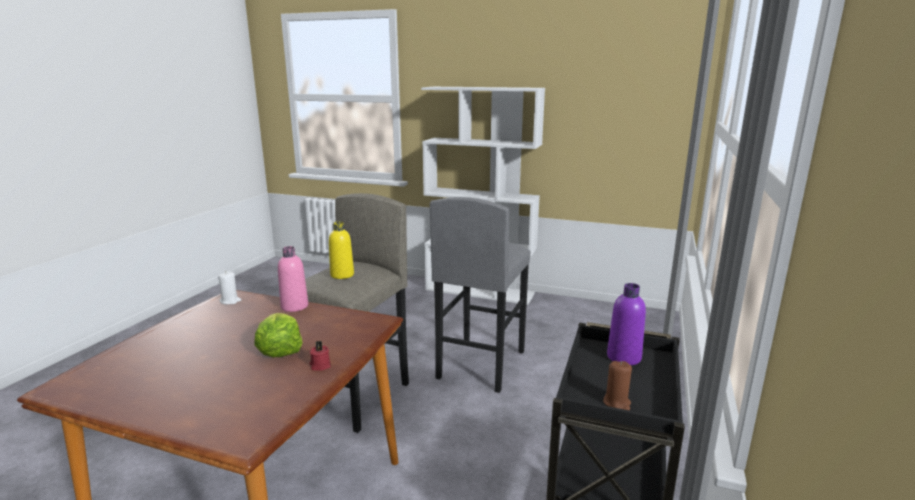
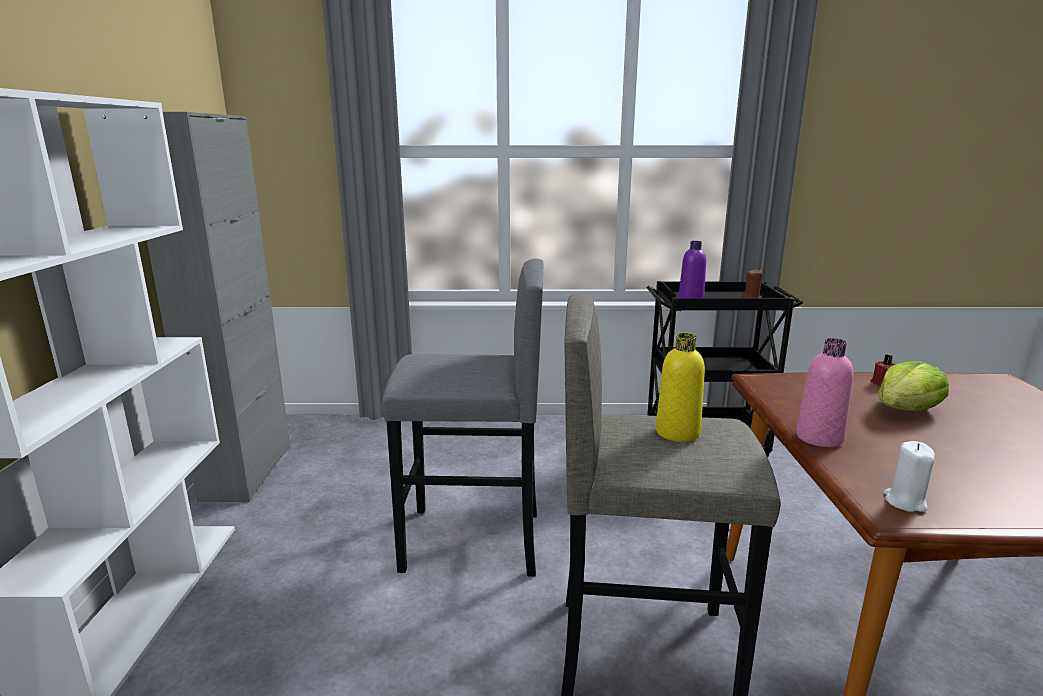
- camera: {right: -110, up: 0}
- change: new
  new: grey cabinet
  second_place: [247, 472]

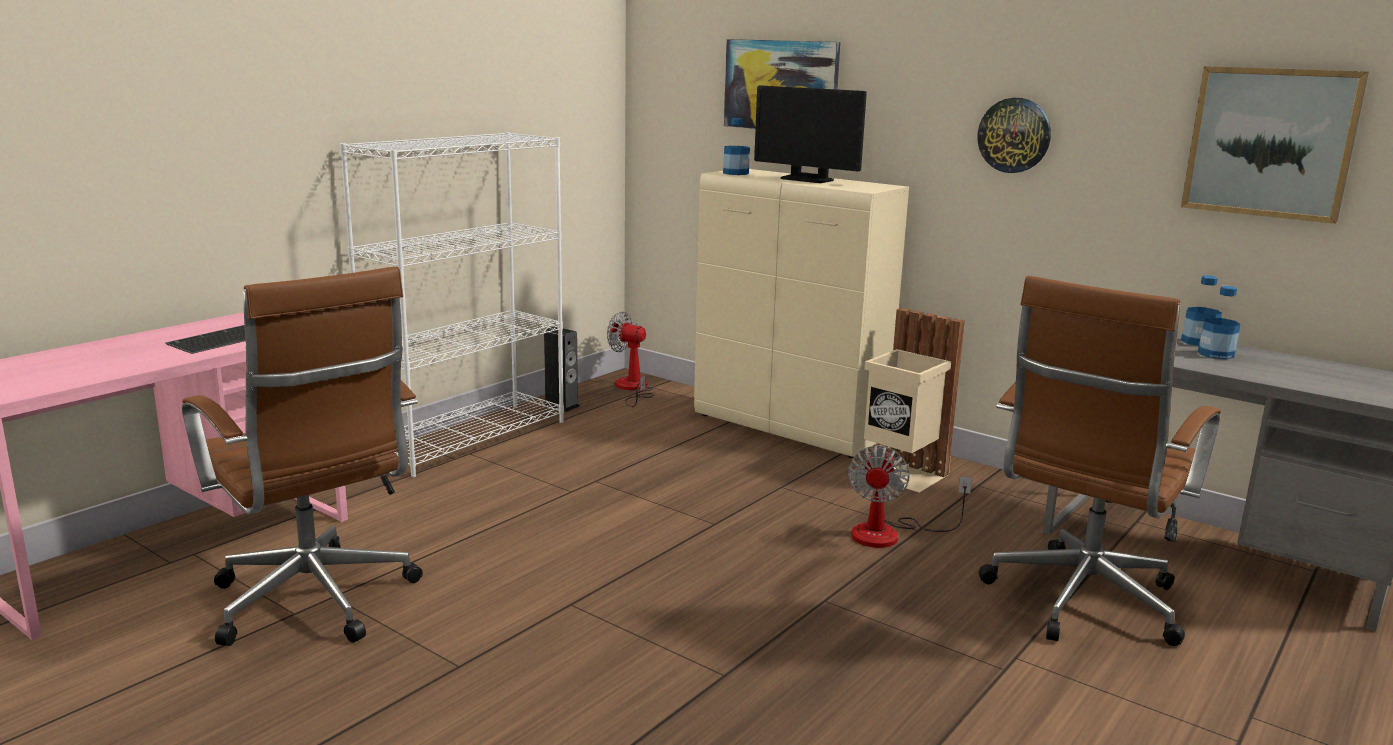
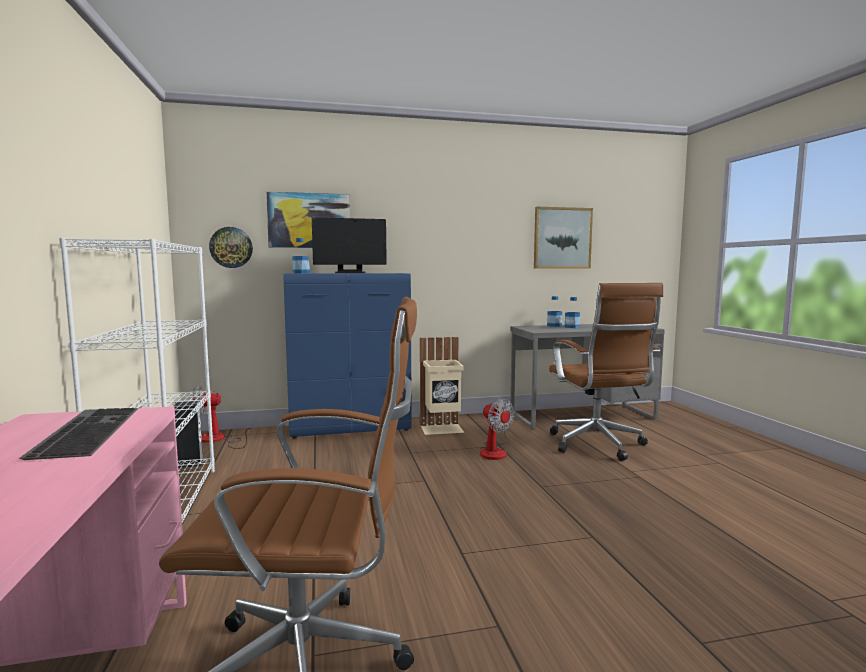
- camera: {right: -50, up: -10}
- change: shifted
  old: wall clock
  first_place: [1014, 135]
  second_place: [231, 247]
- change: repainted
  old: beige cabinet
  new: blue cabinet
  first_place: [789, 428]
  second_place: [351, 428]

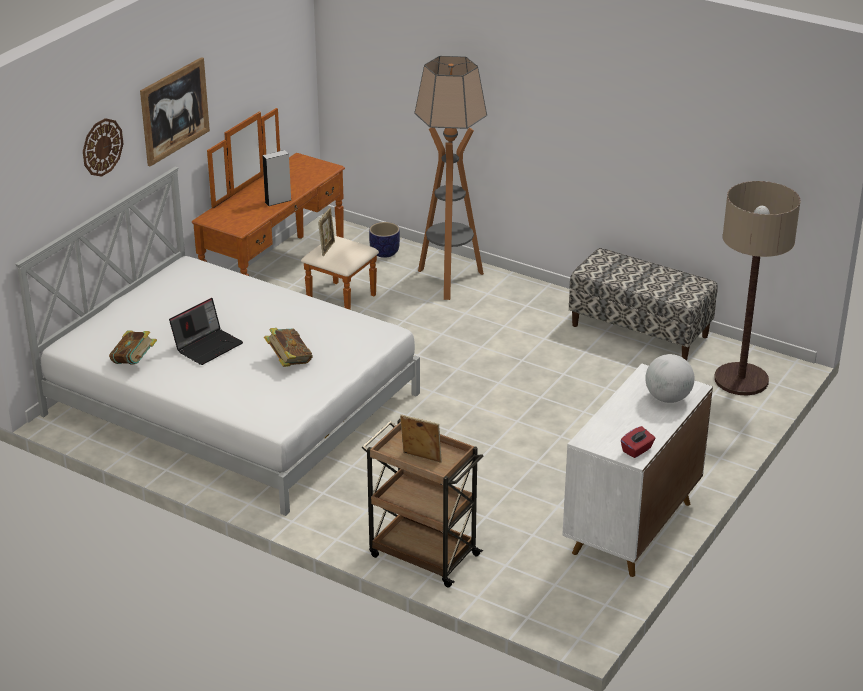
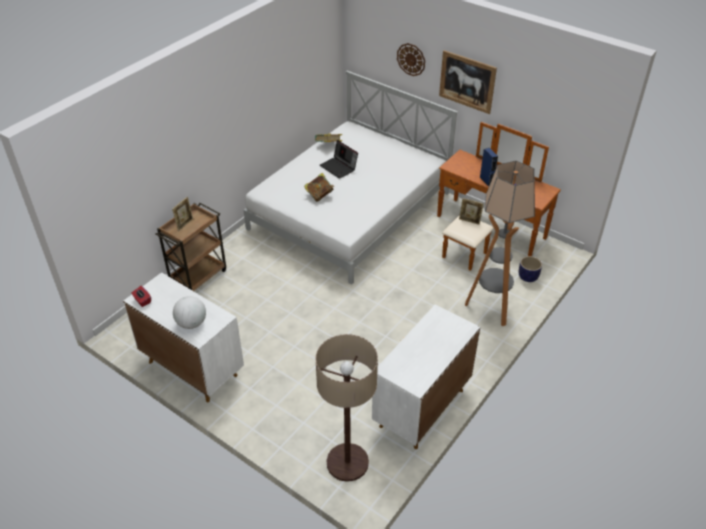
- camera: {right: 95, up: 10}
- change: swapped
  old: bench
  new: white cabinet
  first_place: [640, 331]
  second_place: [421, 408]
- change: repainted
  old: grey speaker
  new: blue speaker
  first_place: [278, 201]
  second_place: [486, 180]

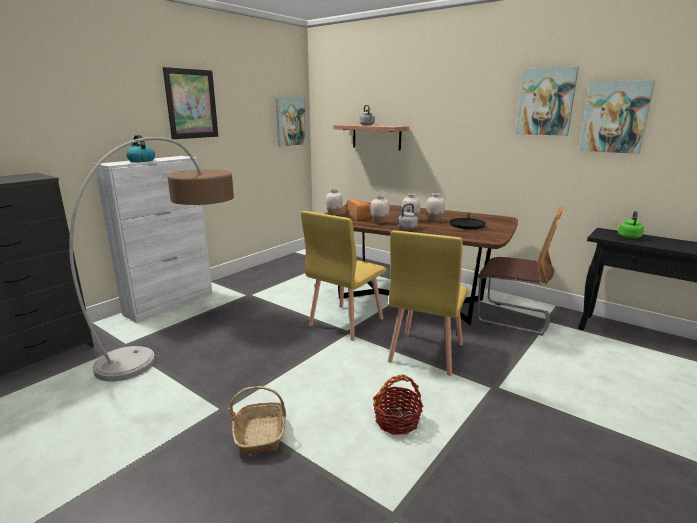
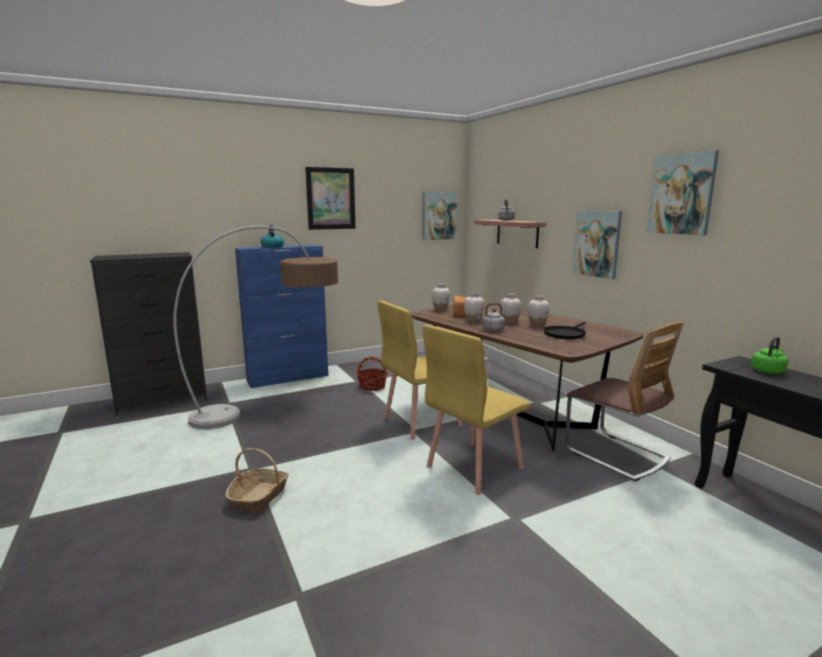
- camera: {right: 25, up: -5}
- change: shifted
  old: basket
  first_place: [397, 421]
  second_place: [372, 387]
- change: shifted
  old: picture
  first_place: [615, 117]
  second_place: [597, 243]
- change: repainted
  old: white cabinet
  new: blue cabinet
  first_place: [170, 304]
  second_place: [288, 378]

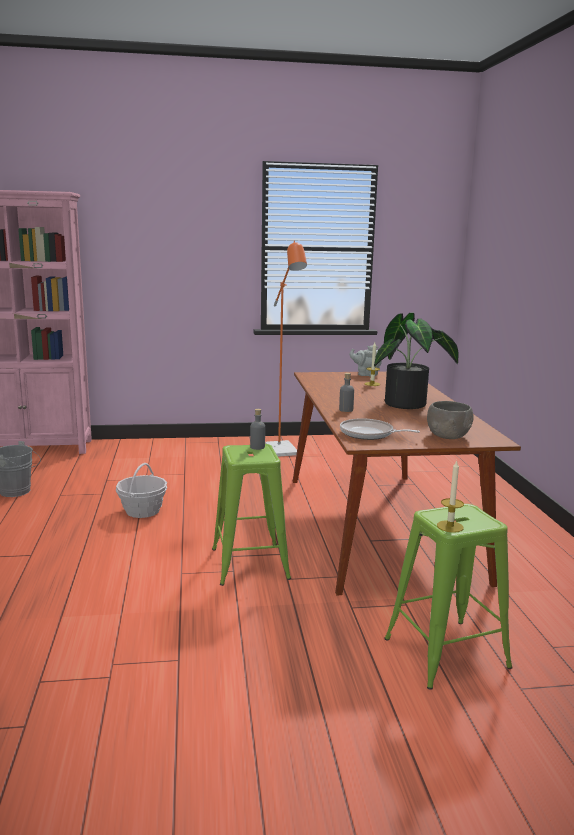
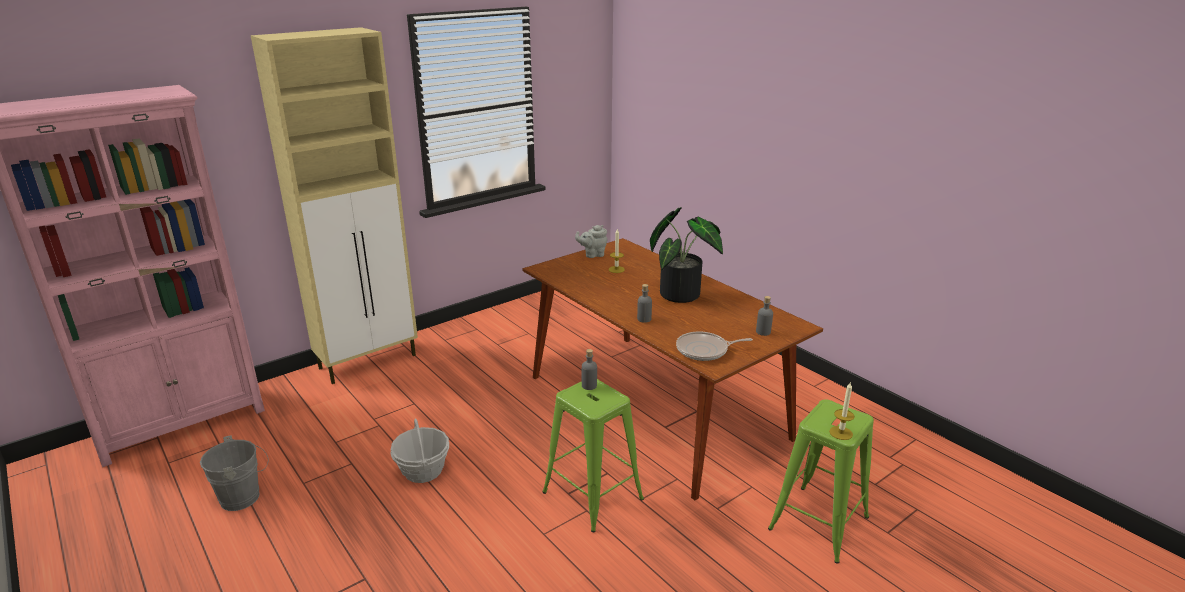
- camera: {right: -30, up: 10}
- change: gone
  old: orange floor lamp
  first_place: [284, 452]
- change: new
  new: beige cabinet
  second_place: [369, 361]
- change: swapped
  old: grey bowl
  new: grey bottle
  first_place: [448, 436]
  second_place: [763, 332]

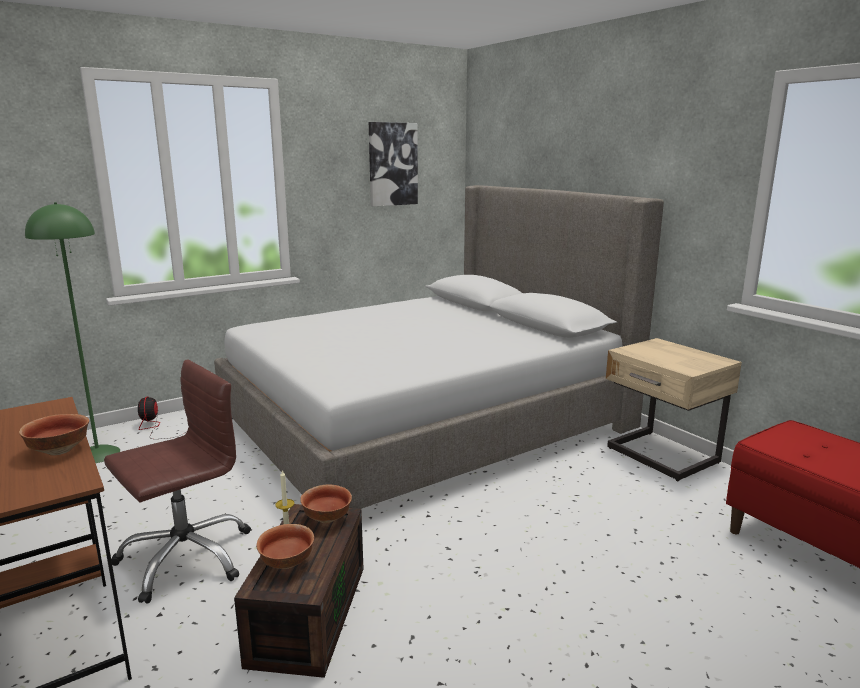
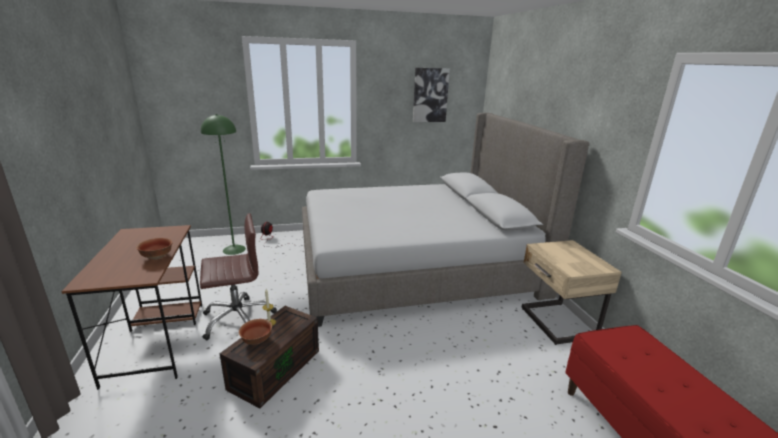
- camera: {right: 20, up: 5}
- change: gone
  old: bowl
  first_place: [328, 518]

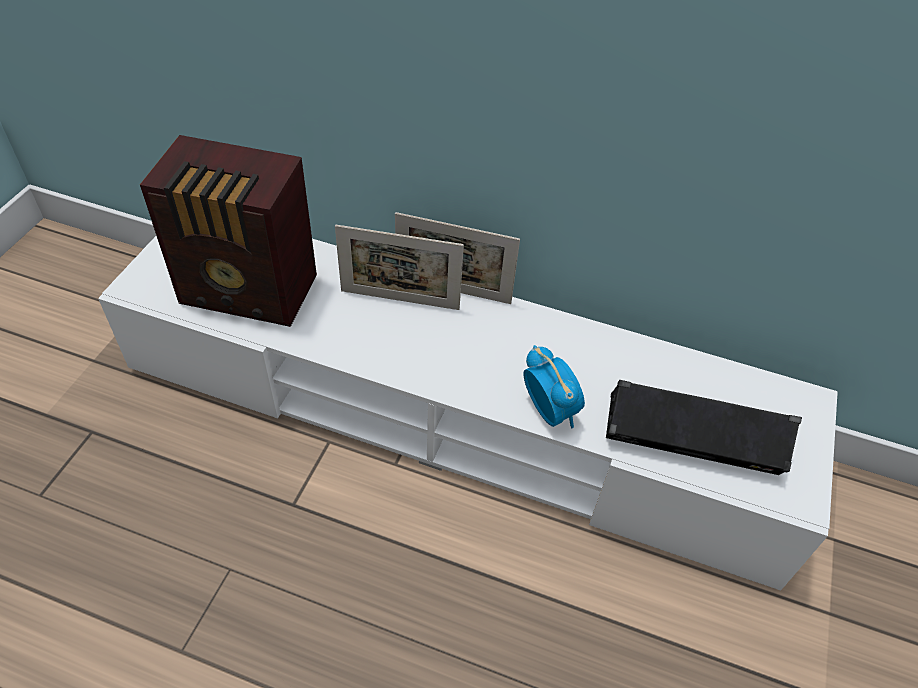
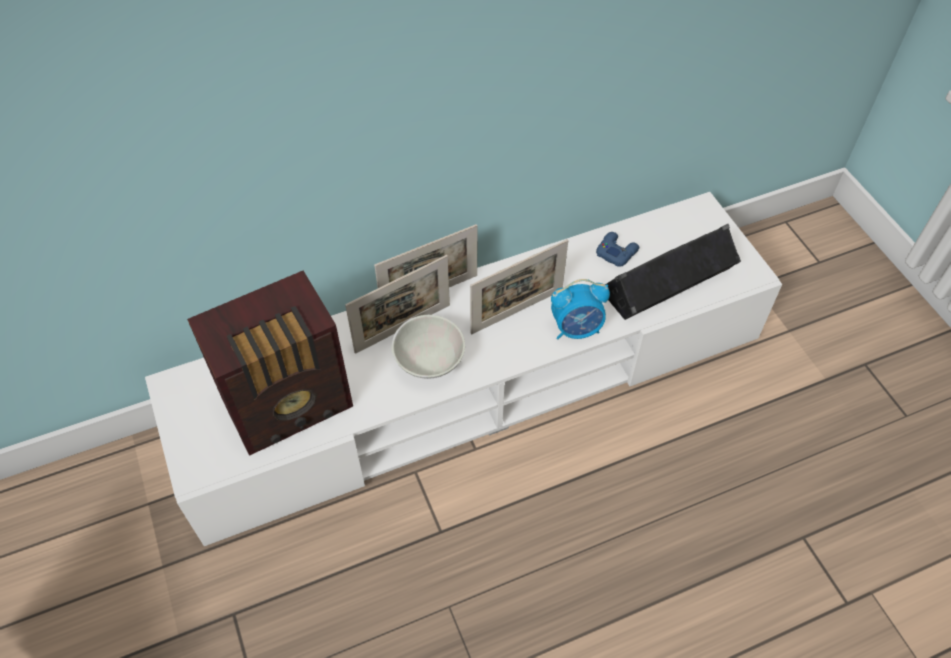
- camera: {right: -40, up: 5}
- change: new
  new: white bowl
  second_place: [431, 363]
- change: new
  new: picture frame
  second_place: [517, 311]
- change: new
  new: blue game controller
  second_place: [616, 252]
- change: rotated
  old: alarm clock
  first_place: [549, 411]
  second_place: [577, 329]
  degrees: 150

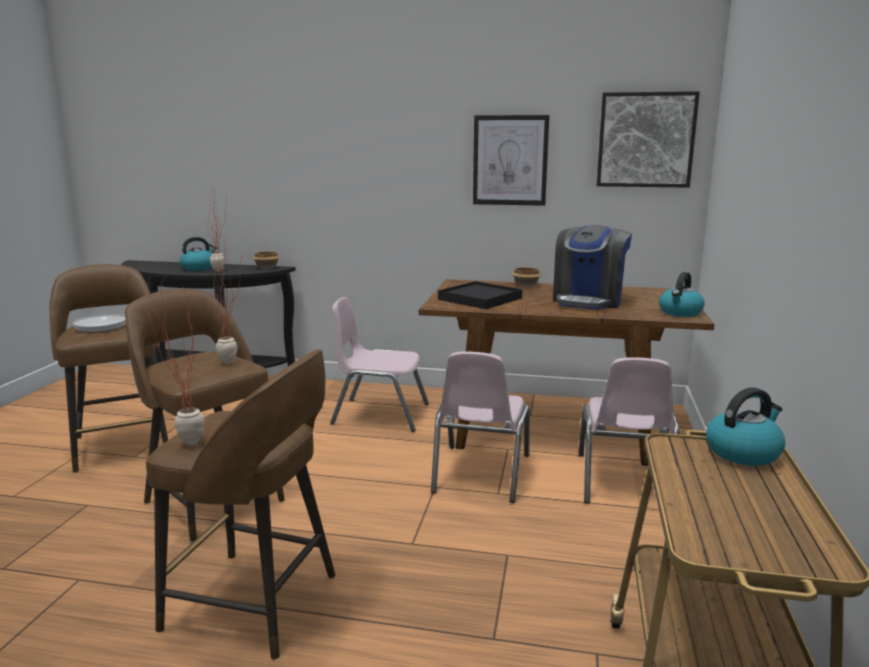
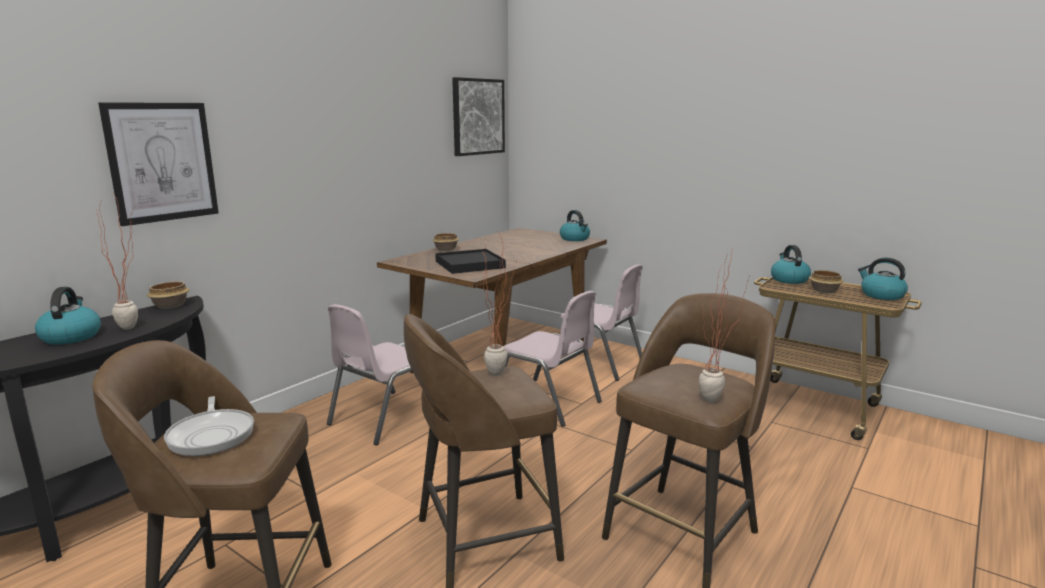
- camera: {right: -65, up: 0}
- change: gone
  old: coffee machine
  first_place: [588, 300]
- change: new
  new: bowl
  second_place: [824, 290]
- change: new
  new: kettle
  second_place: [881, 295]
- change: shifted
  old: picture
  first_place: [510, 160]
  second_place: [162, 162]

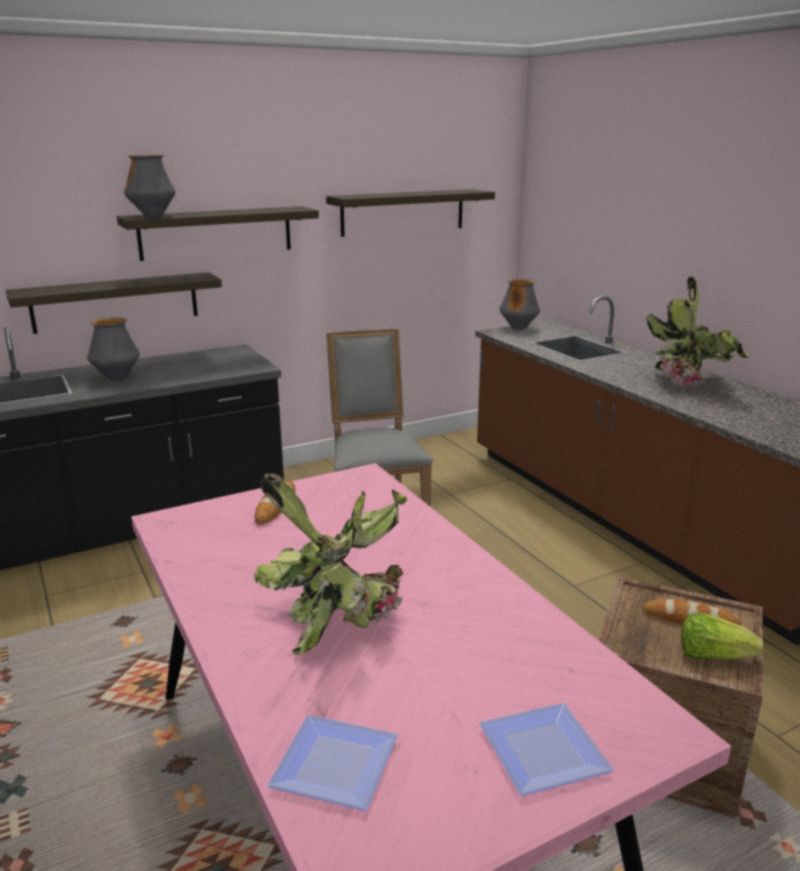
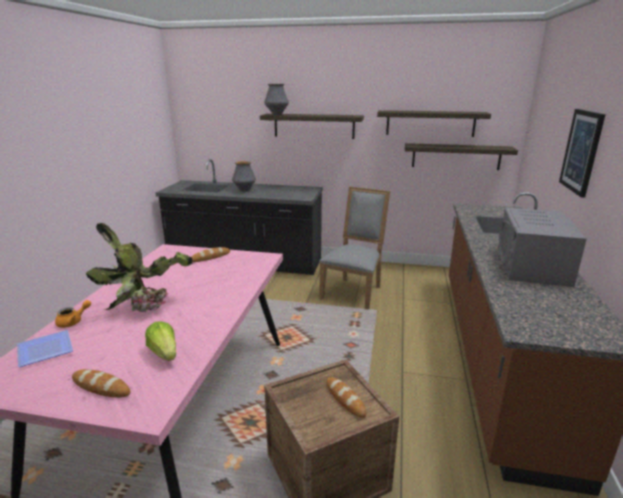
- camera: {right: 40, up: 0}
- change: gone
  old: vase
  first_place: [518, 328]
- change: new
  new: orange teapot
  second_place: [73, 322]
- change: new
  new: picture
  second_place: [581, 151]
- change: shifted
  old: shelf
  first_place: [116, 302]
  second_place: [456, 156]
- change: shifted
  old: lettuce
  first_place: [712, 656]
  second_place: [164, 353]
- change: swapped
  old: plate
  new: bread
  first_place: [545, 748]
  second_place: [101, 387]
- change: swapped
  old: potted plant
  new: grey microwave
  first_place: [693, 385]
  second_place: [532, 265]

